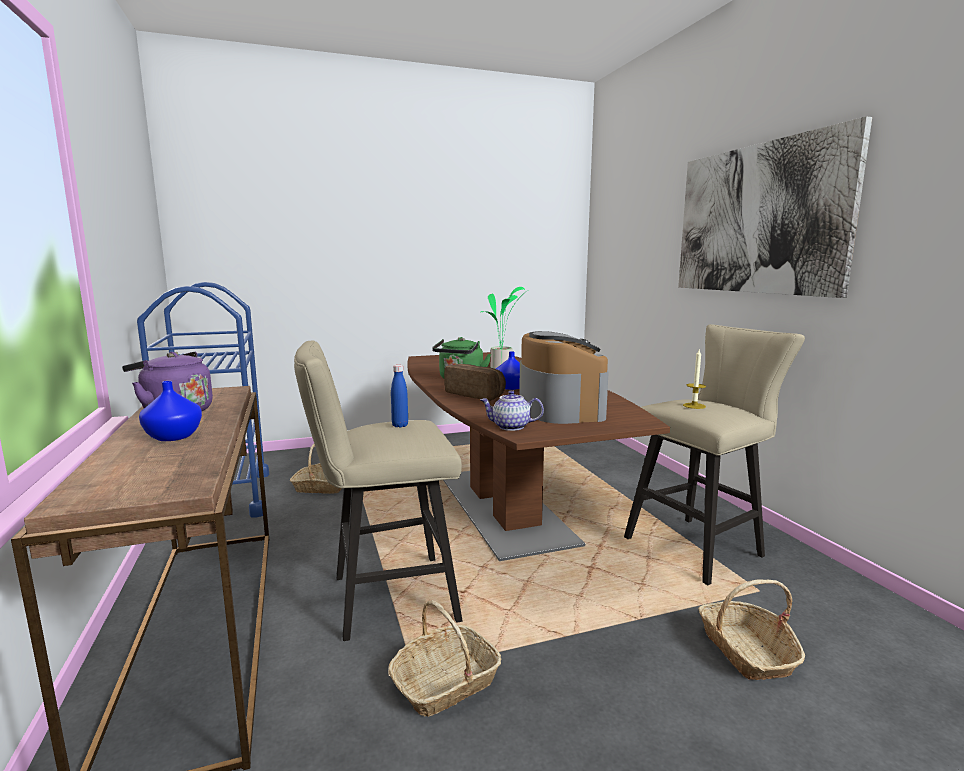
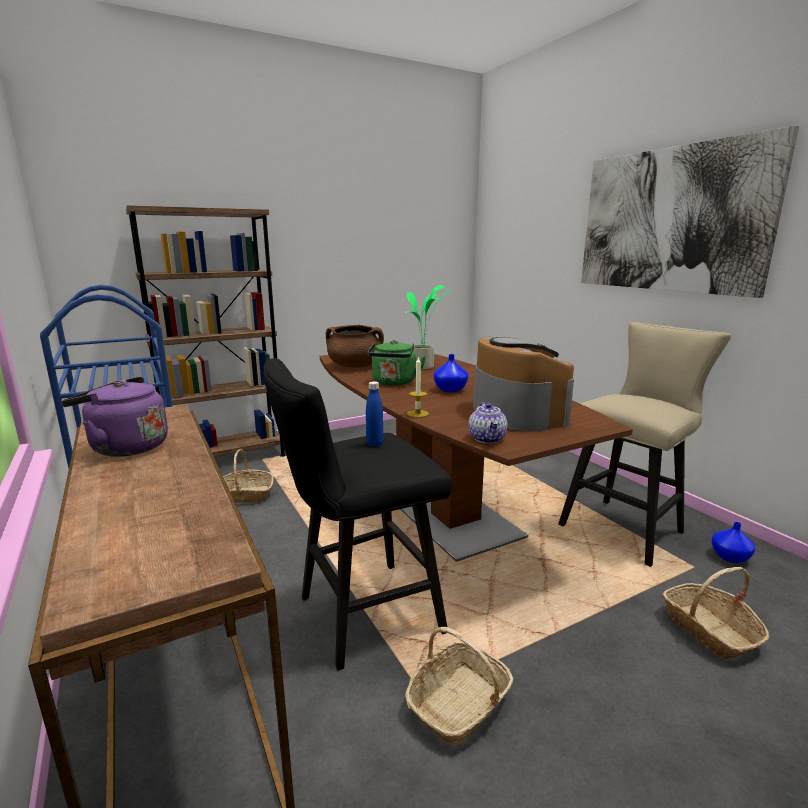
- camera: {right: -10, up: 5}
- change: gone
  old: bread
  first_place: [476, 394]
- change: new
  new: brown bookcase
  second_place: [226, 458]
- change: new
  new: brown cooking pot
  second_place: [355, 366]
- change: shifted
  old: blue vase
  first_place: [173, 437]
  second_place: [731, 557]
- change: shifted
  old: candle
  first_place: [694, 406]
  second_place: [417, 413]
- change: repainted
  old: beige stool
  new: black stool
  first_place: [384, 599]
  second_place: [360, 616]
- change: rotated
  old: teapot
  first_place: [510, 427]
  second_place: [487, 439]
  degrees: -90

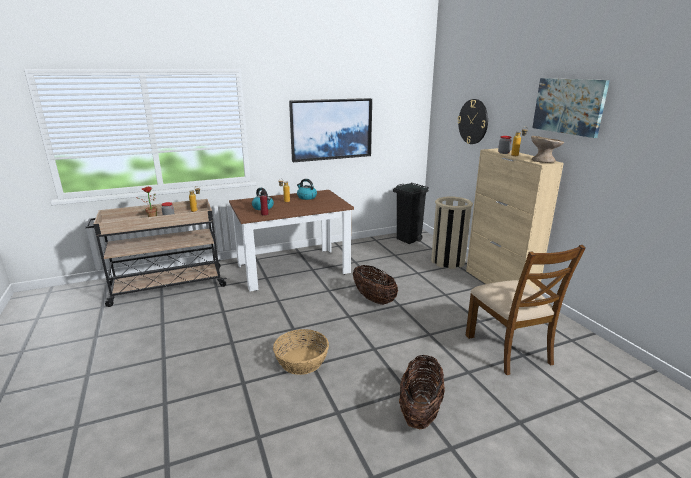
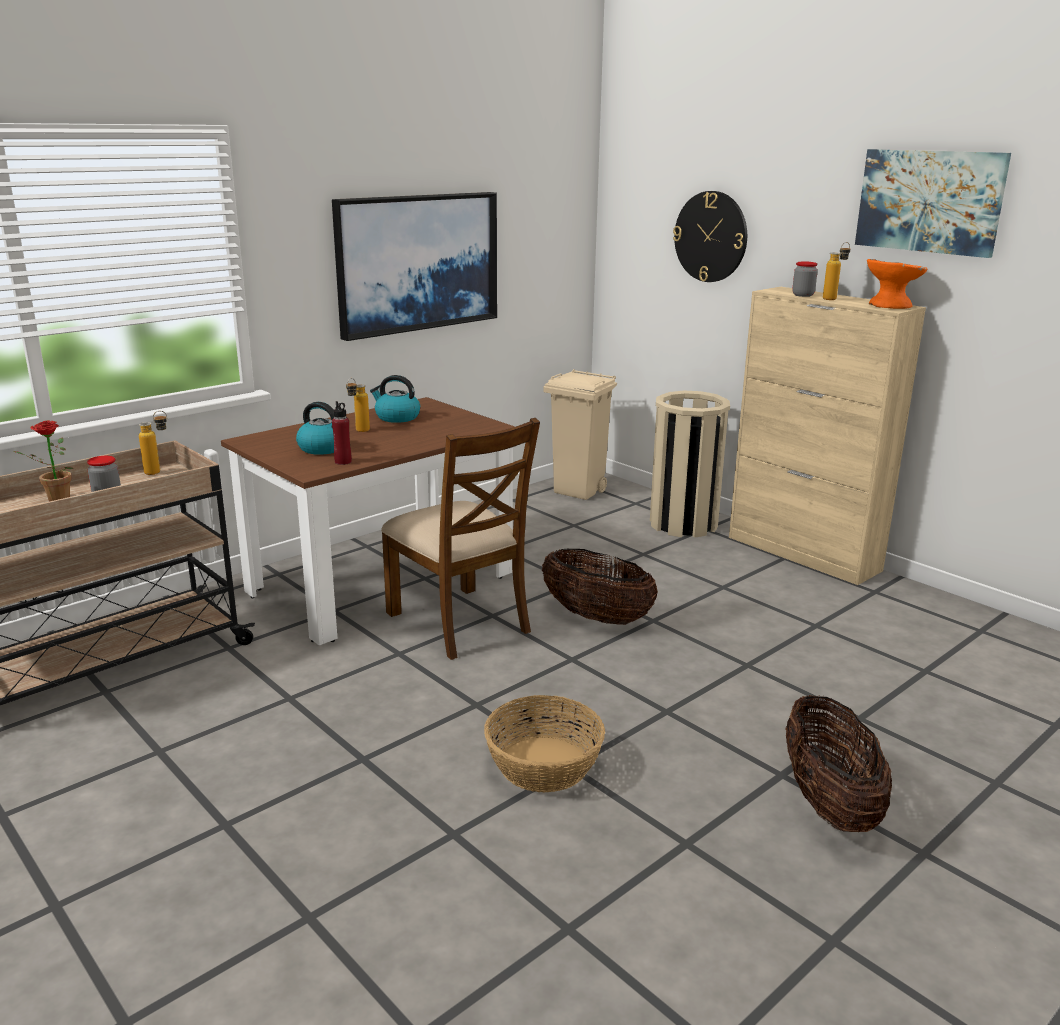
- camera: {right: -20, up: 0}
- change: shifted
  old: brown chair
  first_place: [509, 349]
  second_place: [460, 622]
- change: repainted
  old: black trash can
  new: beige trash can
  first_place: [408, 240]
  second_place: [579, 492]
- change: repainted
  old: beige bowl
  new: orange bowl
  first_place: [543, 161]
  second_place: [890, 305]

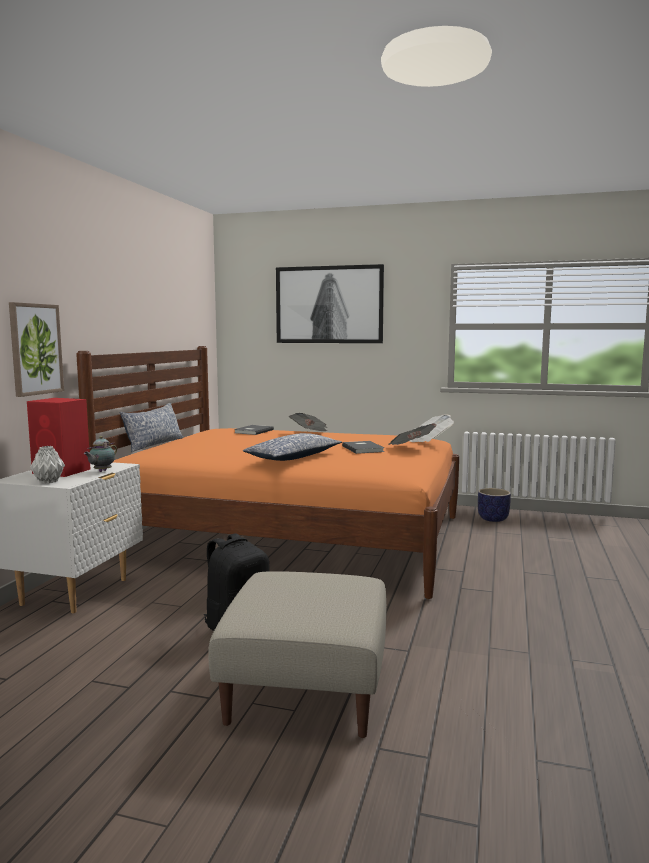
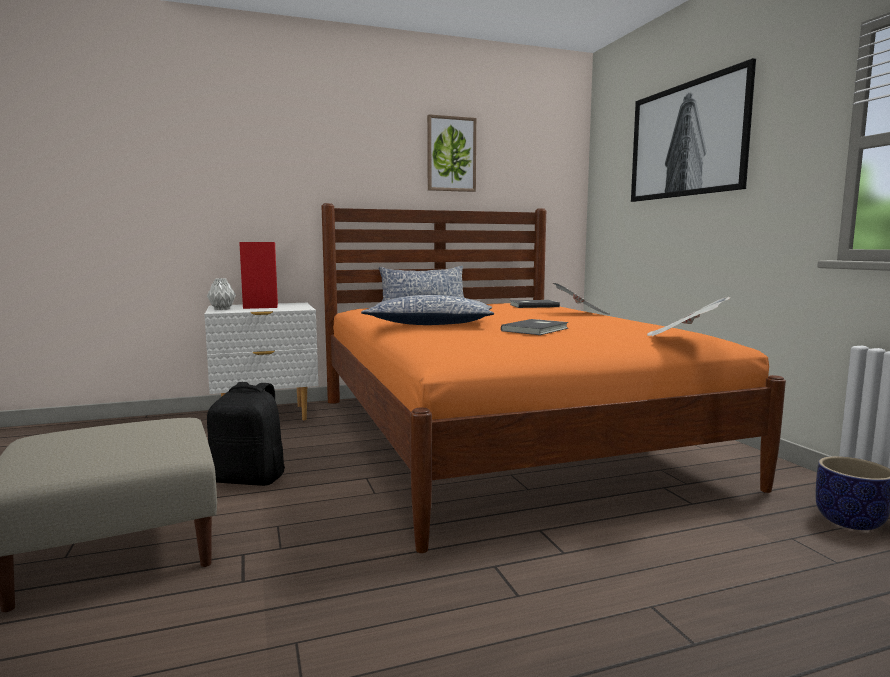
- camera: {right: 55, up: 0}
- change: gone
  old: teapot
  first_place: [101, 471]
- change: gone
  old: newspaper
  first_place: [411, 447]
- change: shifted
  old: picture
  first_place: [35, 349]
  second_place: [451, 154]

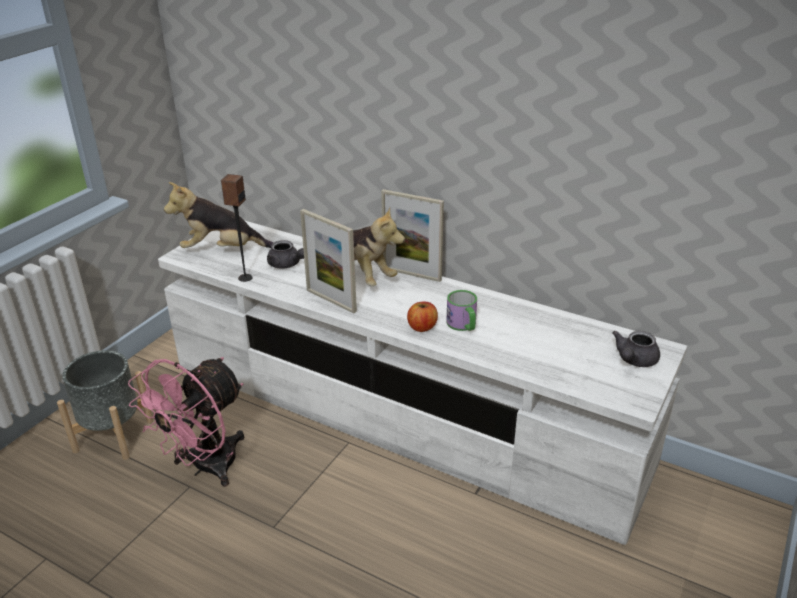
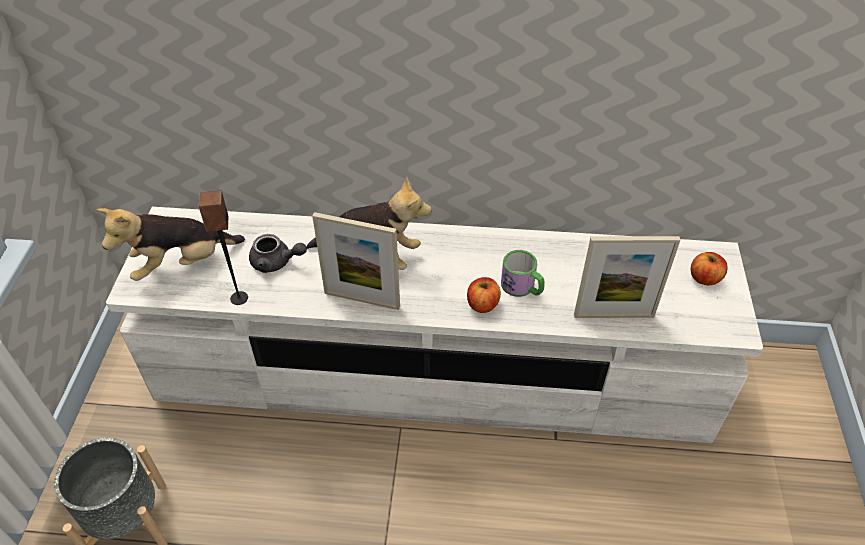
- camera: {right: -25, up: 15}
- change: gone
  old: pink fan
  first_place: [205, 467]
- change: shifted
  old: picture frame
  first_place: [412, 274]
  second_place: [613, 315]
- change: swapped
  old: grey teapot
  new: apple
  first_place: [634, 360]
  second_place: [704, 278]

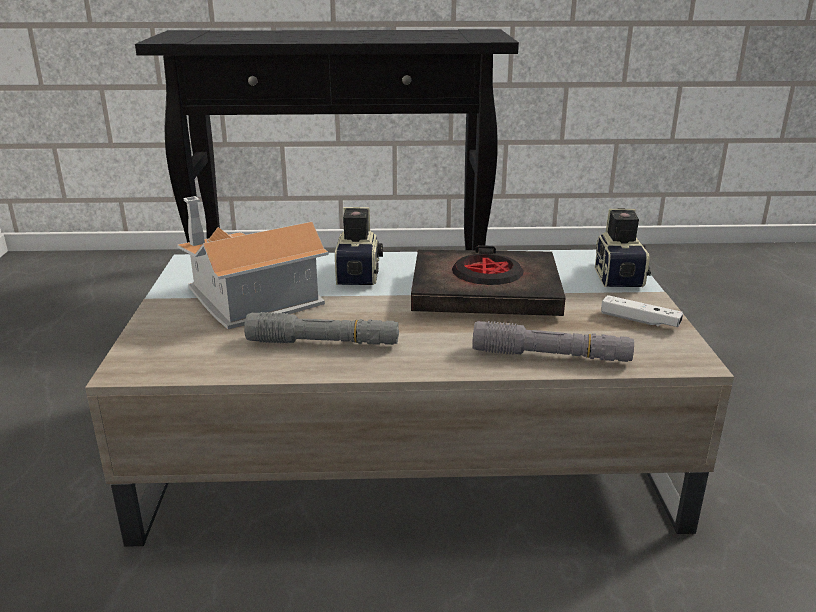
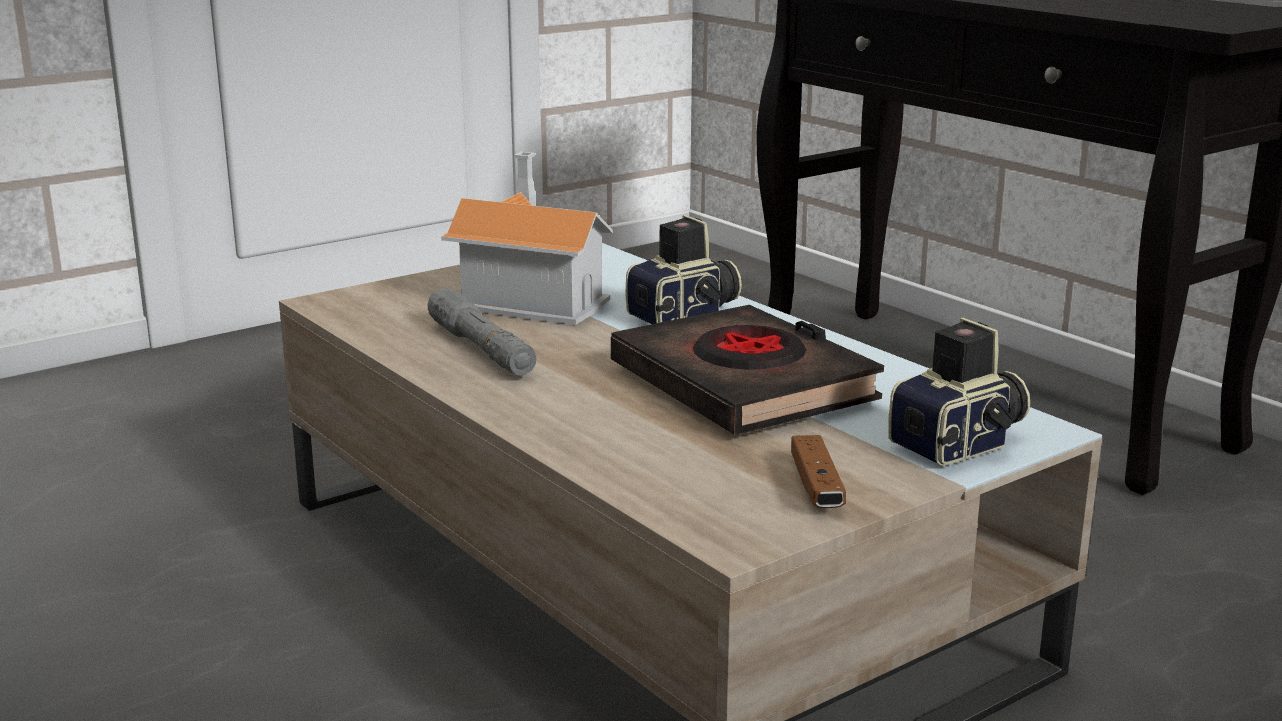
- camera: {right: 55, up: -5}
- change: gone
  old: grey flashlight
  first_place: [551, 356]
- change: repainted
  old: white game controller
  new: brown game controller
  first_place: [639, 320]
  second_place: [816, 487]

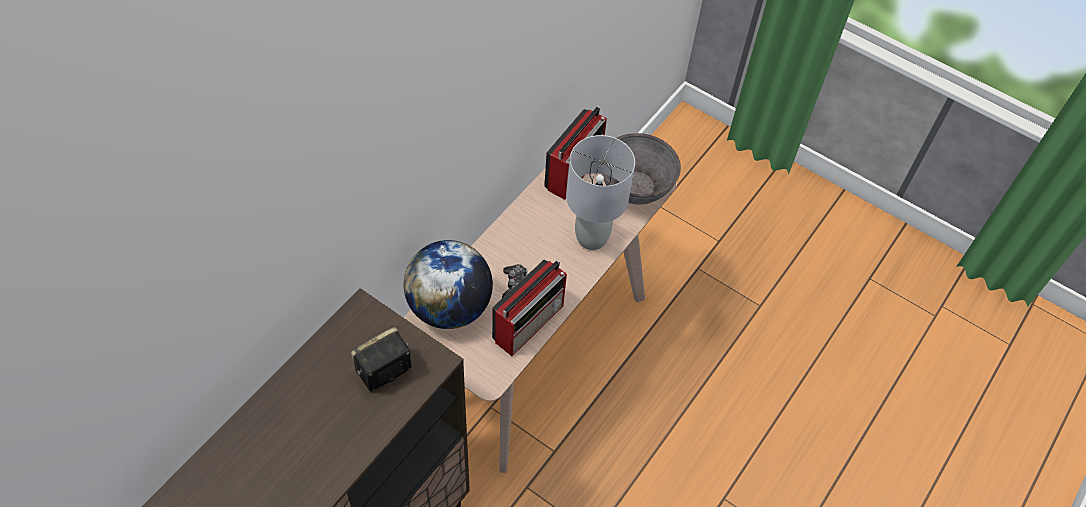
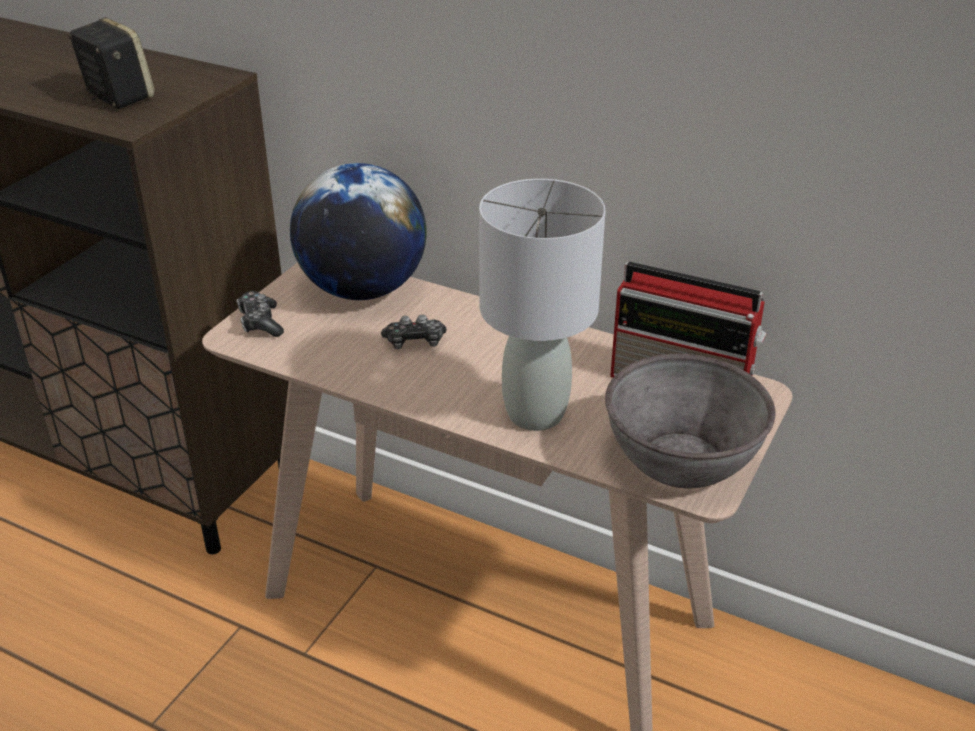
- camera: {right: 85, up: -20}
- change: gone
  old: radio
  first_place: [529, 322]
- change: new
  new: game controller
  second_place: [260, 323]

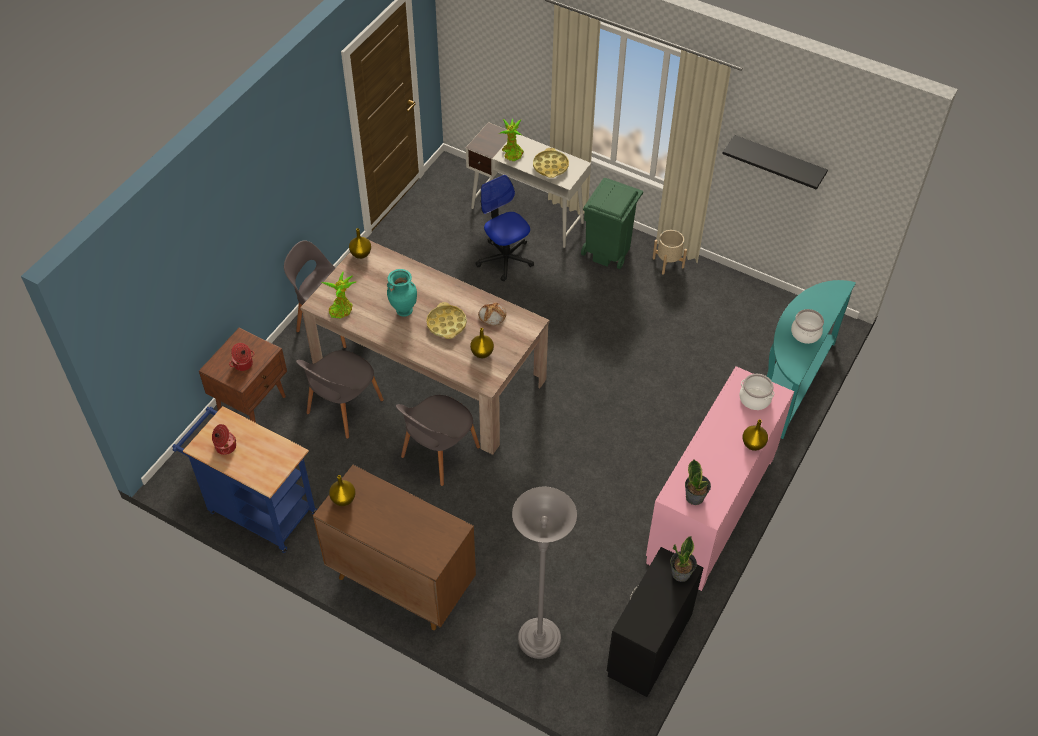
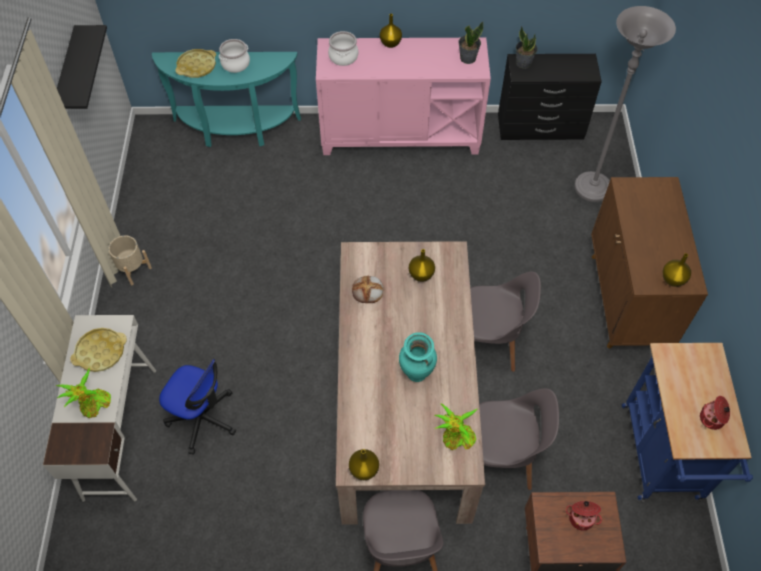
- camera: {right: -120, up: 5}
- change: gone
  old: green trash can
  first_place: [607, 251]
- change: shifted
  old: yellow tray
  first_place: [446, 324]
  second_place: [197, 66]
- change: rotated
  old: office chair
  first_place: [505, 259]
  second_place: [203, 418]
  degrees: -90

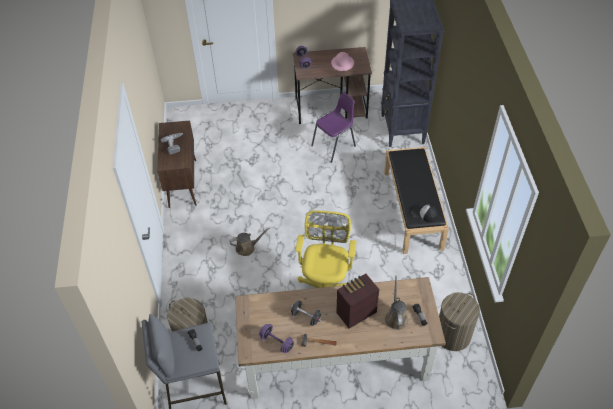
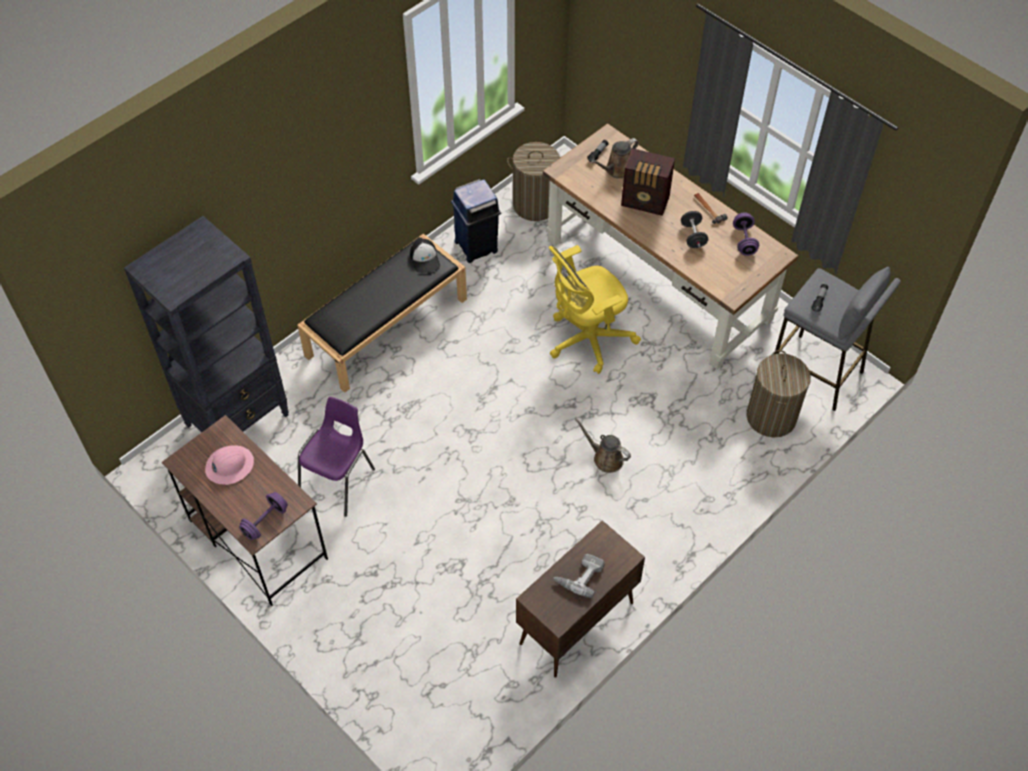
- camera: {right: -130, up: 5}
- change: new
  new: blue trash can
  second_place: [477, 246]
- change: rotated
  old: purple chair
  first_place: [334, 146]
  second_place: [339, 481]
  degrees: 105

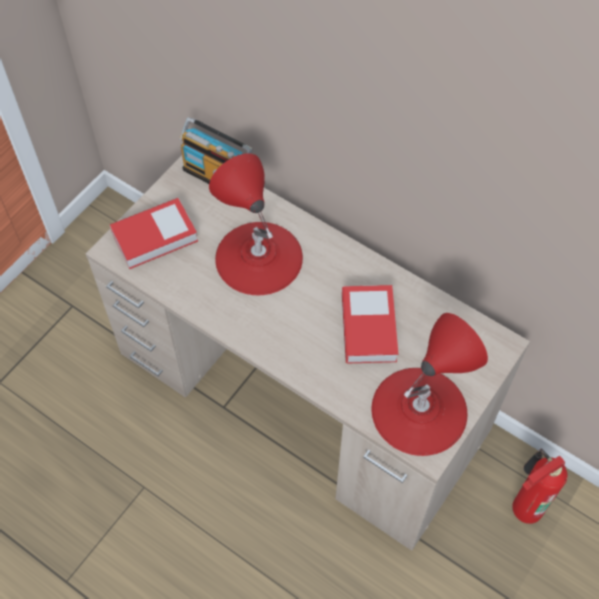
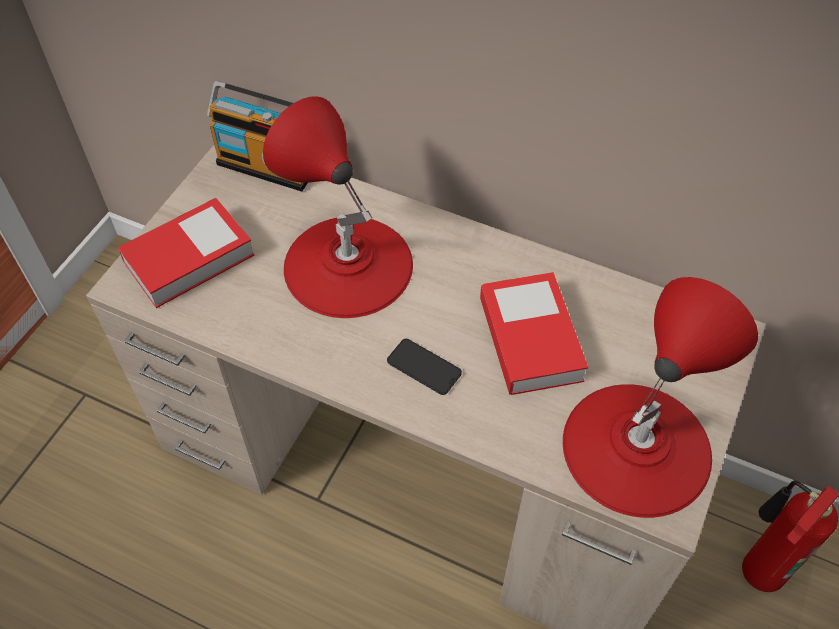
- camera: {right: -10, up: -5}
- change: new
  new: phone
  second_place: [424, 367]

